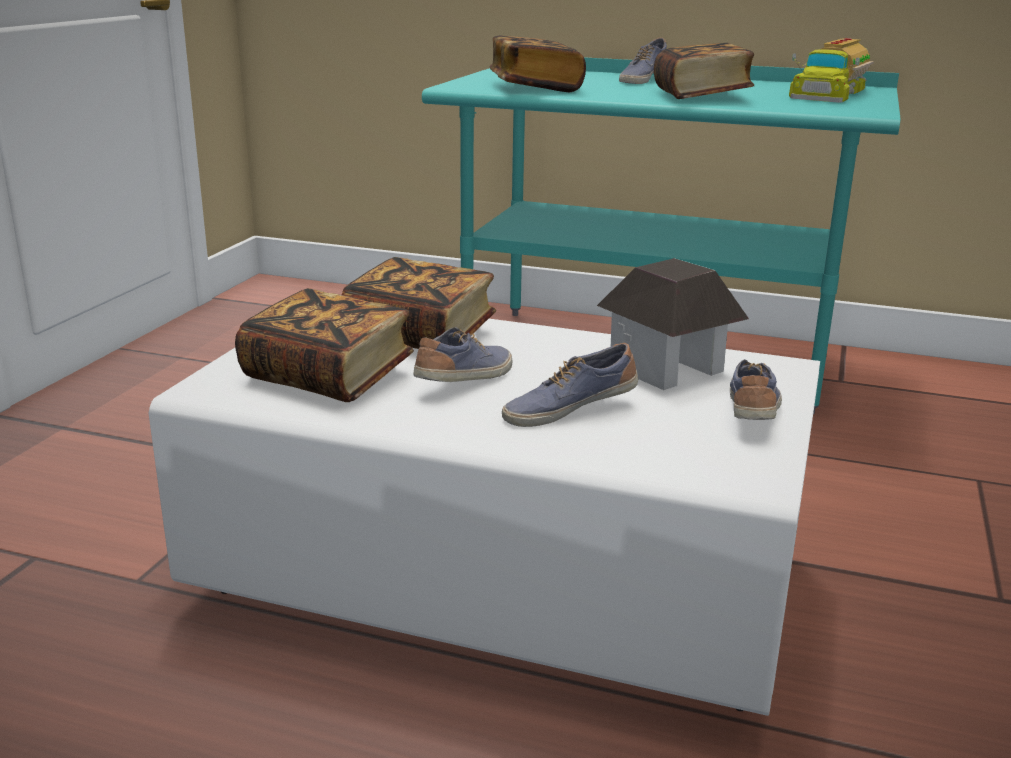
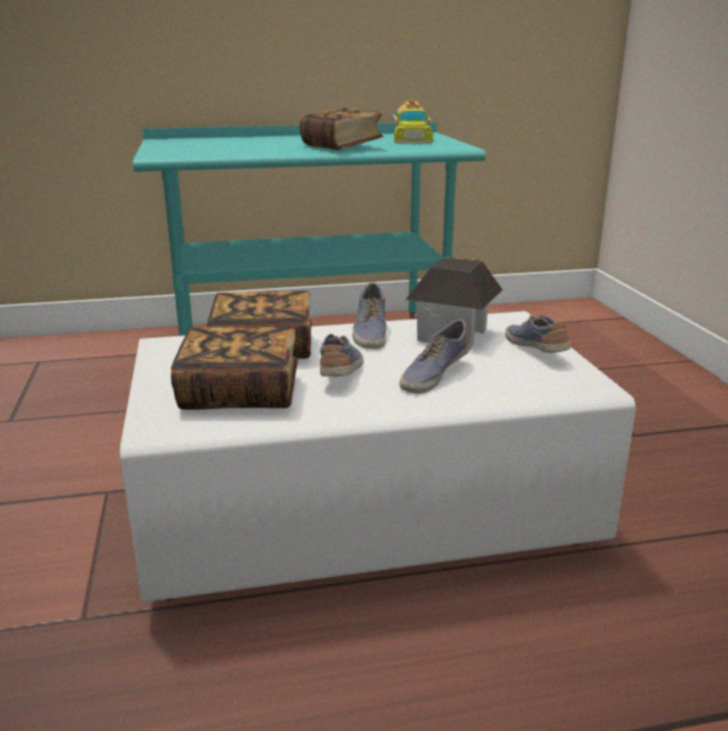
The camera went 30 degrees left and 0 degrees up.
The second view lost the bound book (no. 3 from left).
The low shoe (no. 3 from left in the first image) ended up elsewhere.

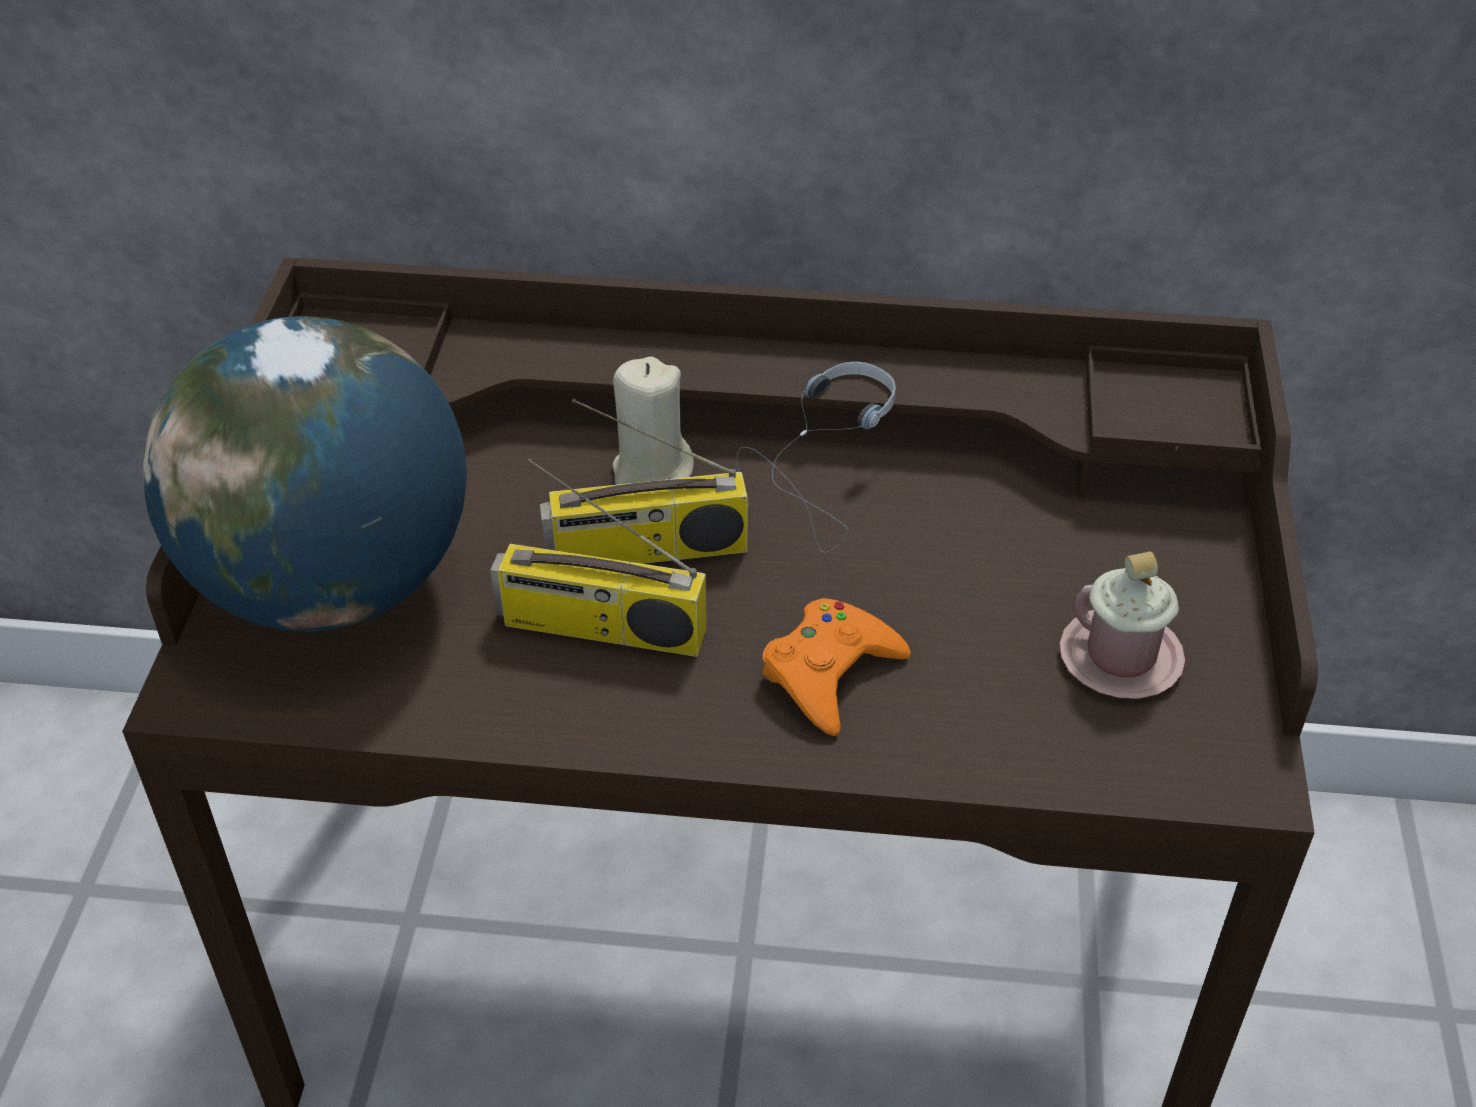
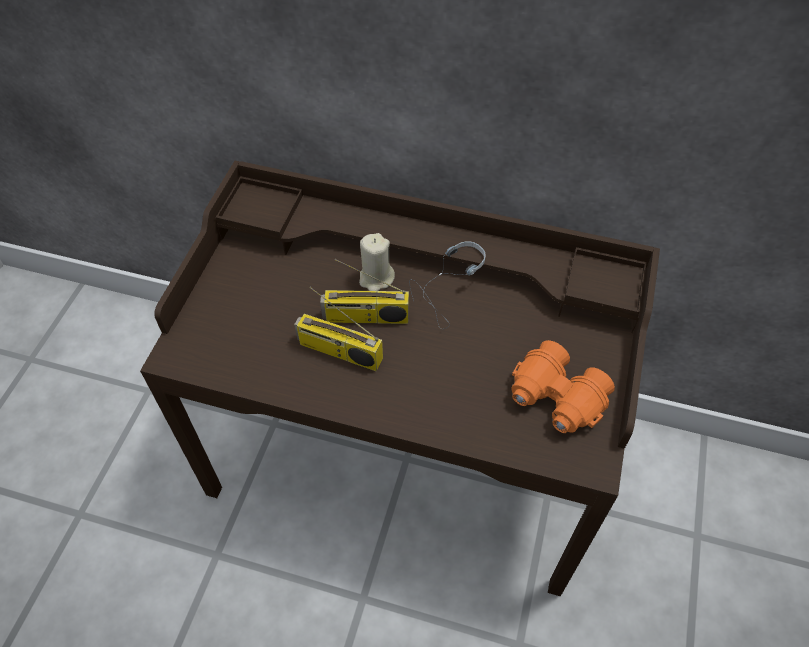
The camera went 10 degrees right and 10 degrees up.
The second view lost the desk globe.
Where the mug in pink stood, the pair of binoculars in orange-coloured came to stand.
The second view lost the gamepad in orange-coloured.

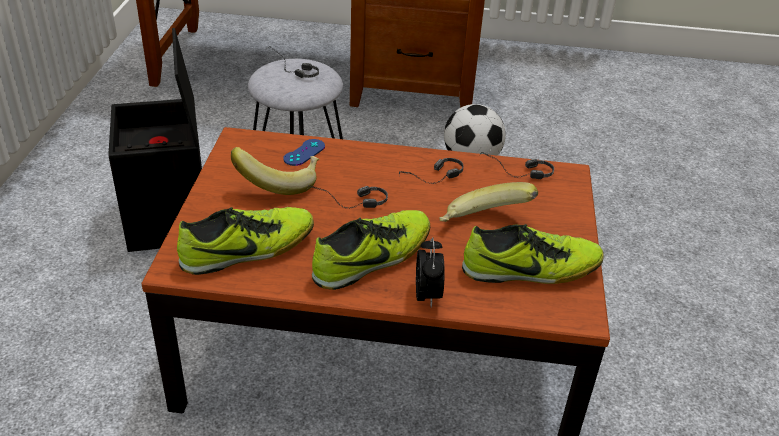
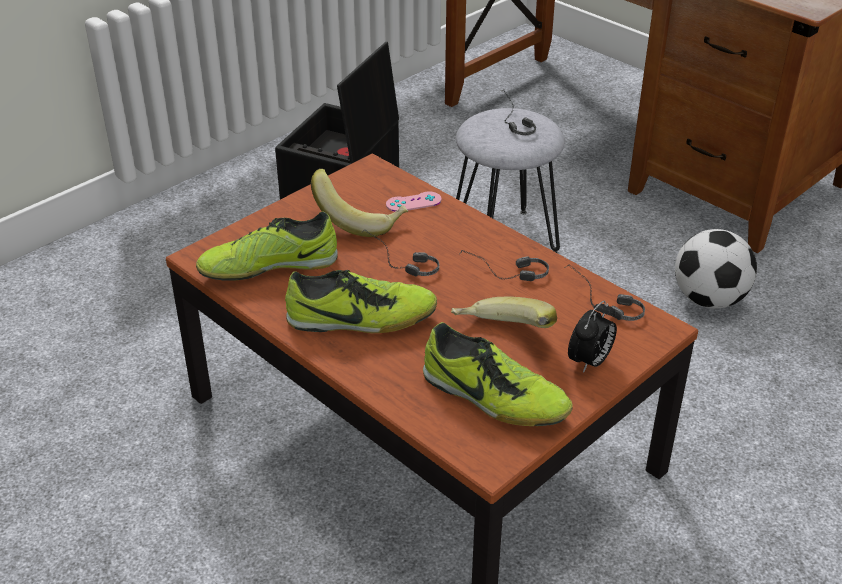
The camera went 40 degrees right and 0 degrees up.
What was the gamepad in blue-coloured turned into the gamepad in pink.
The low shoe (no. 1 from left) ended up facing another way, 150 degrees clockwise from before.
The alarm clock ended up elsewhere.

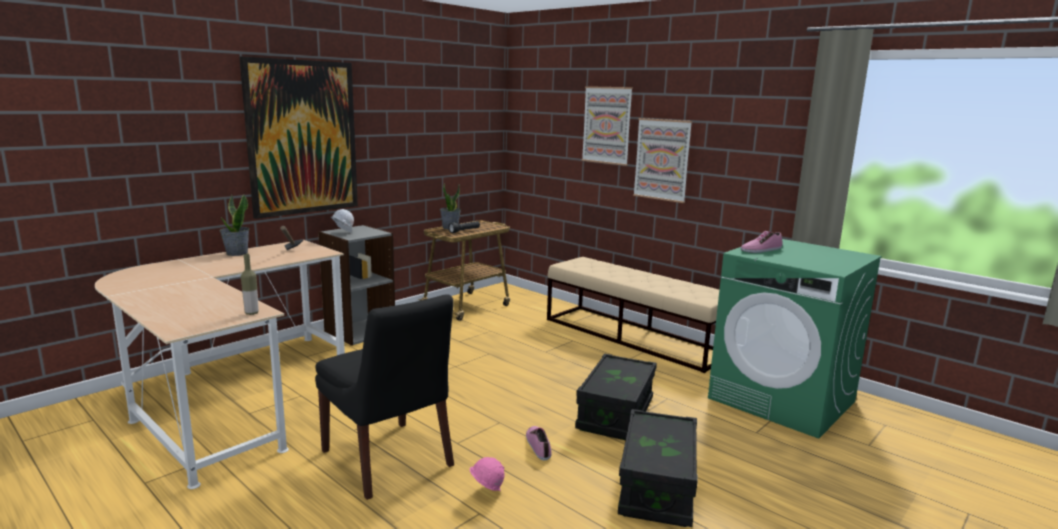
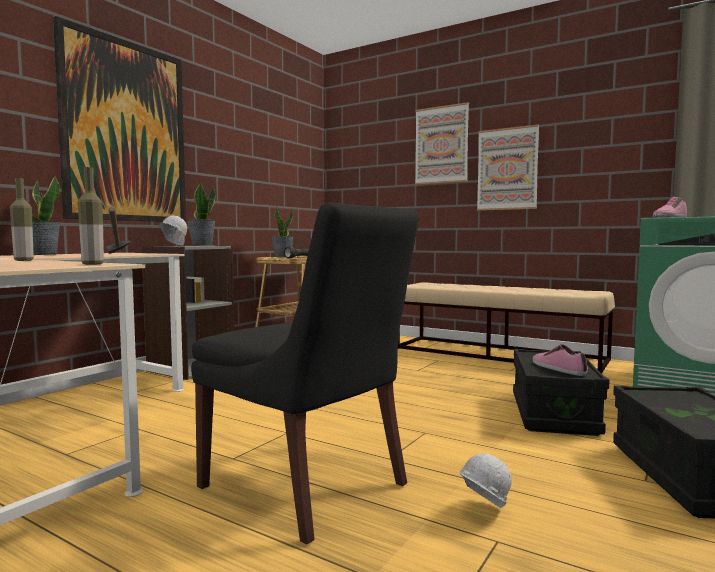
The camera went 10 degrees left and 10 degrees down.
The low shoe (no. 1 from left) ended up elsewhere.
What was the hard hat in pink turned into the hard hat in whitish (no. 2 from left).
The second view gained the bottle (no. 1 from left).
The second view gained the houseplant (no. 2 from left).

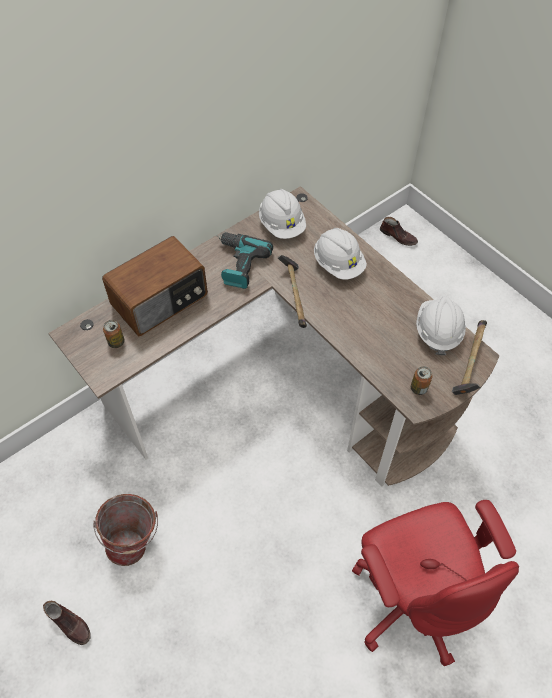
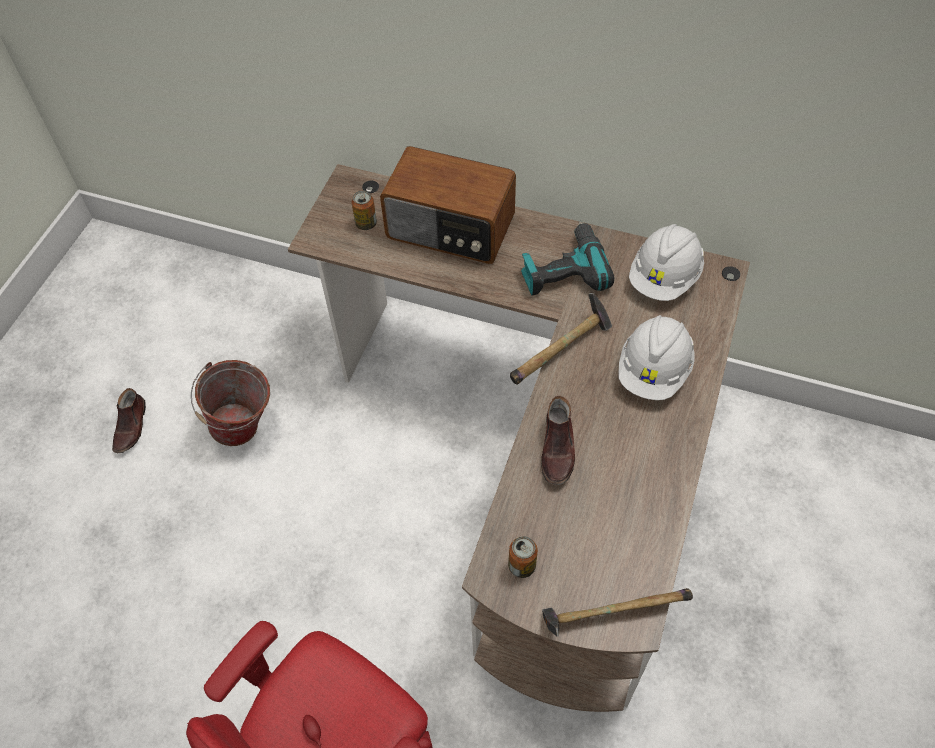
The camera went 60 degrees right and 0 degrees up.
The low shoe in brownish (no. 2 from left) ended up elsewhere.
The second view lost the hard hat in whitish (no. 3 from left).

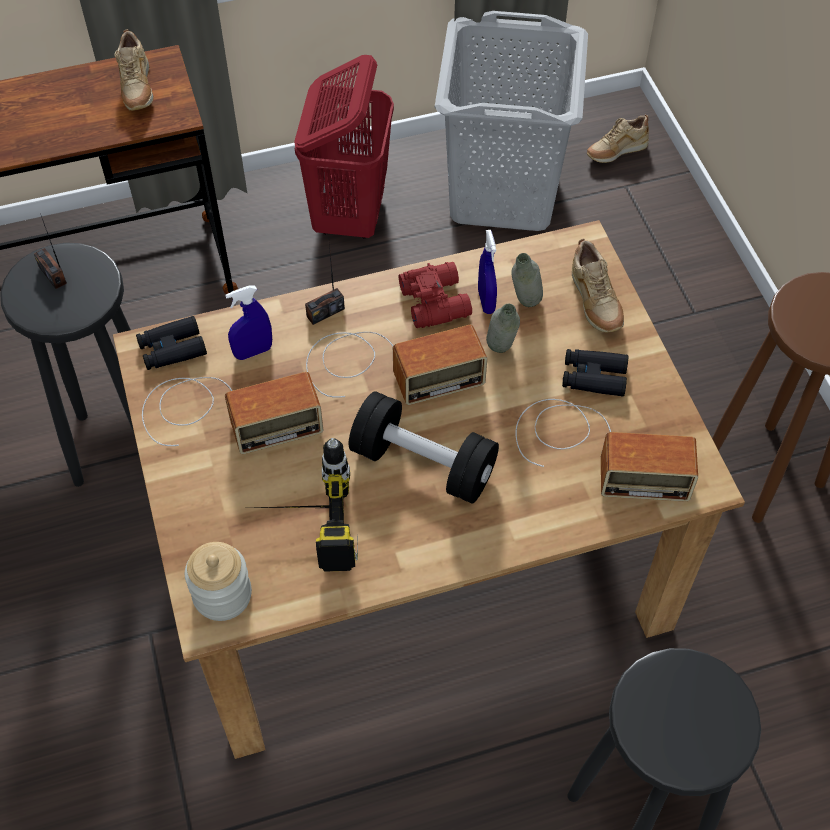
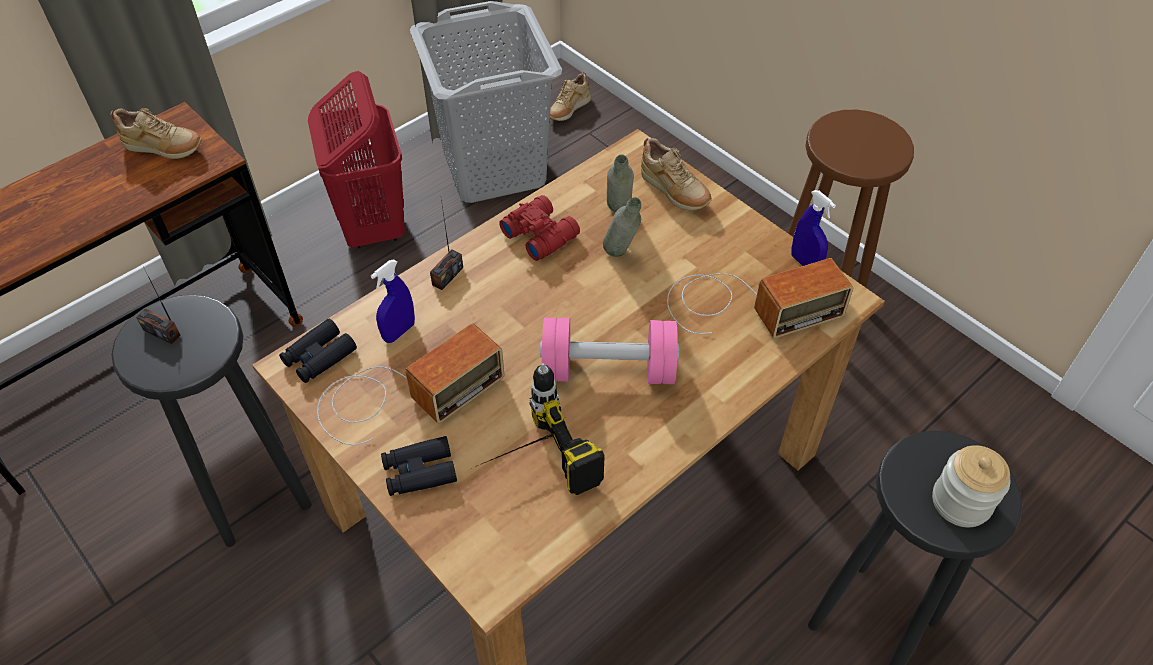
The camera went 25 degrees left and 5 degrees down.
The low shoe in sand-coloured (no. 1 from left) ended up facing another way, 45 degrees counterclockwise from before.
The sprayer in blue-coloured (no. 2 from left) ended up elsewhere.
The second view lost the radio set (no. 4 from left).
The pair of binoculars in blackish (no. 2 from left) ended up elsewhere.
What was the free weight in blackish turned into the free weight in pink.
The storage jar ended up elsewhere.

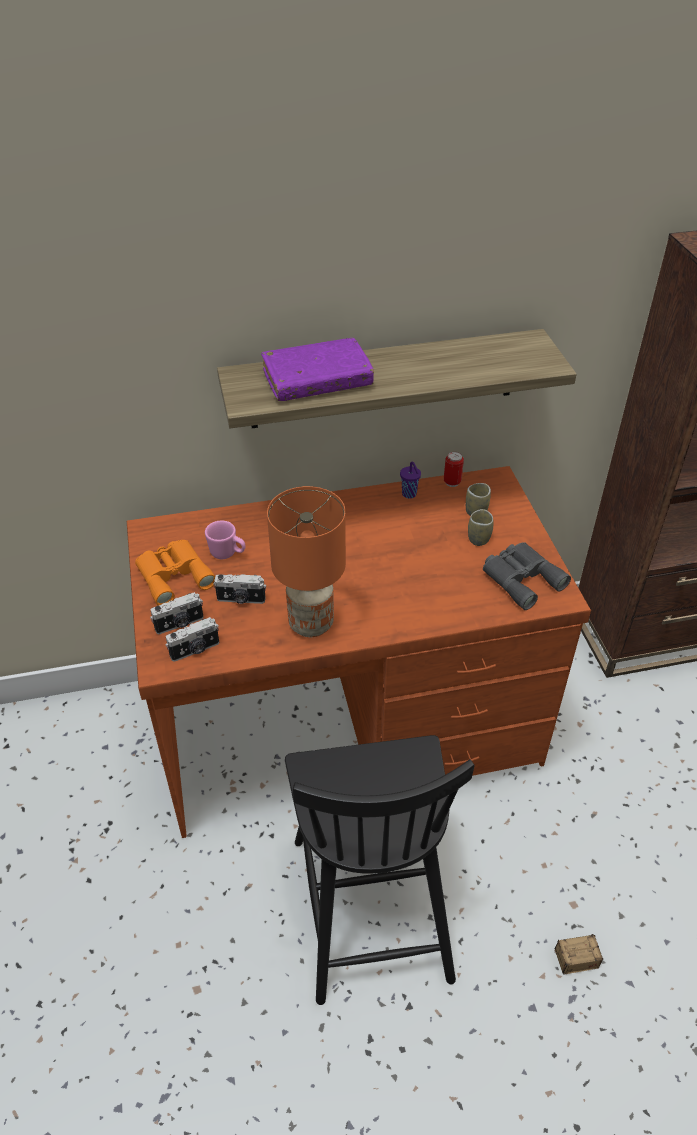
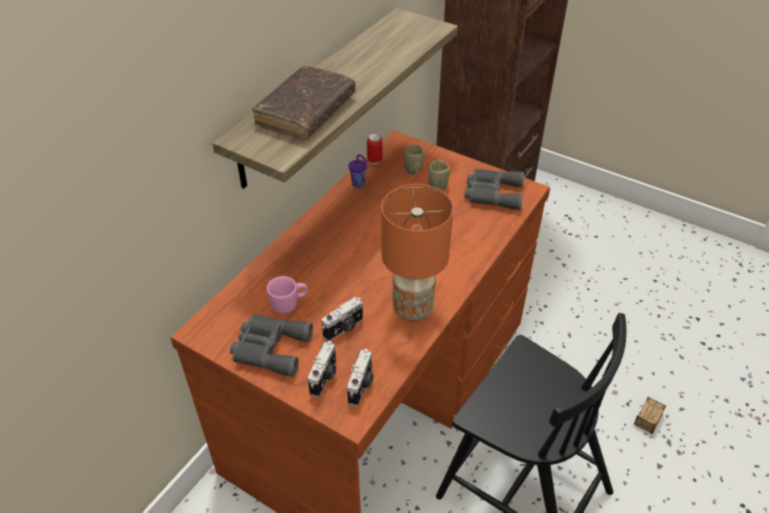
The camera went 45 degrees left and 0 degrees up.
What was the bound book in purple turned into the bound book in brownish.
What was the pair of binoculars in orange-coloured turned into the pair of binoculars in gray (no. 1 from left).

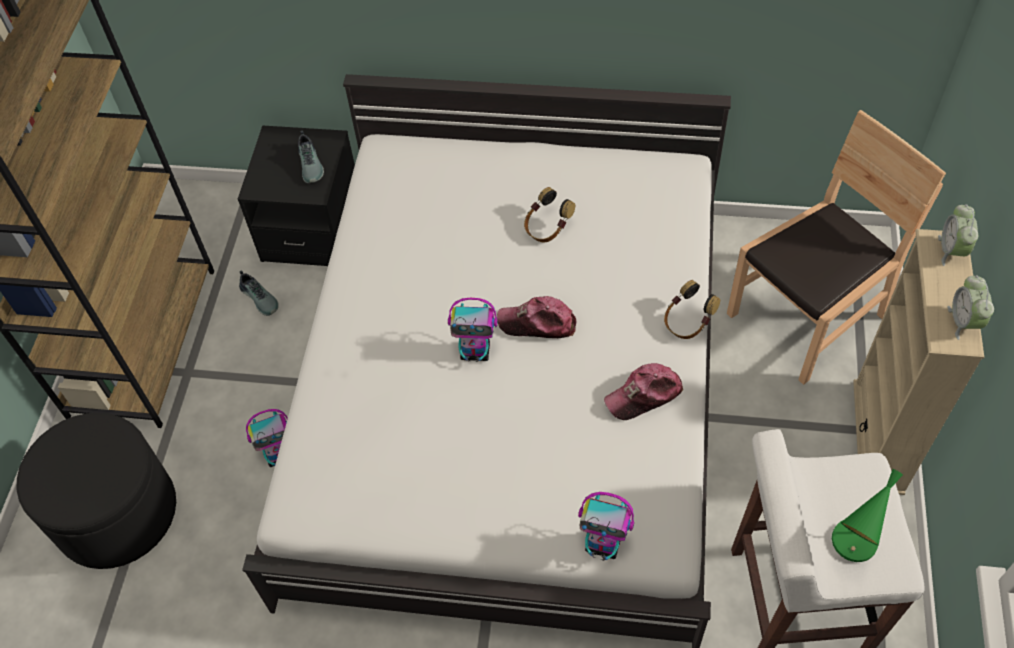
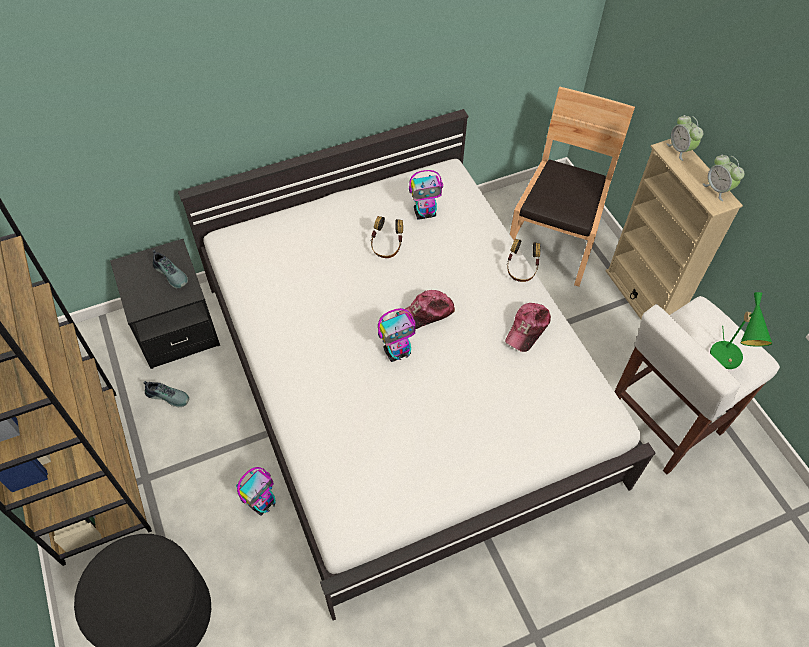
The camera went 35 degrees left and 0 degrees up.
The toy robot (no. 3 from left) ended up elsewhere.

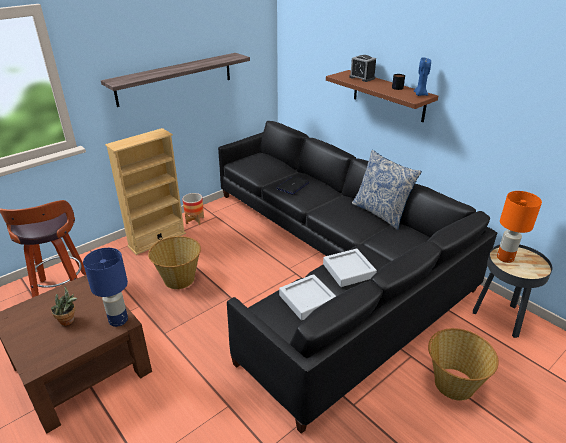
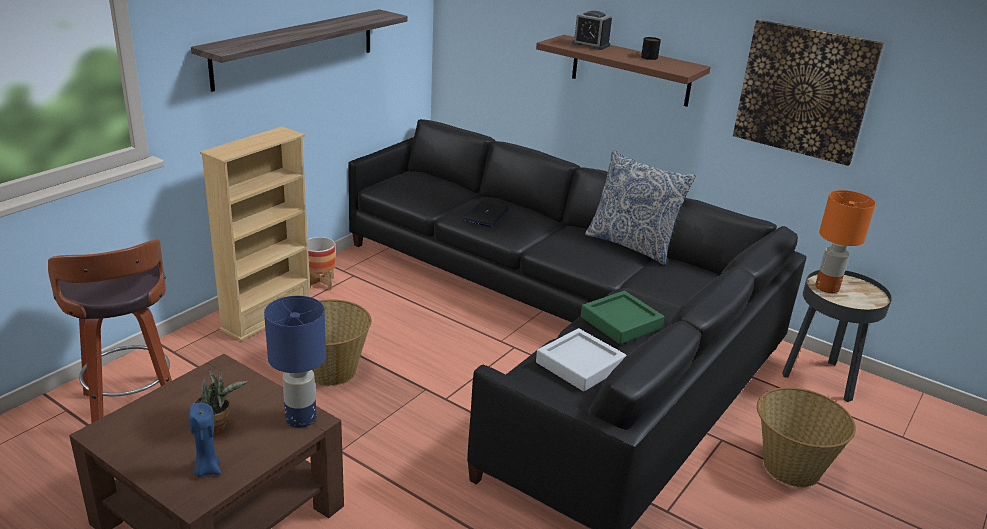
The camera went 15 degrees left and 5 degrees down.
The wax light in blue-coloured ended up elsewhere.
What was the carrying tray in gray (no. 2 from left) turned into the carrying tray in greenish.
The second view gained the wall picture.

